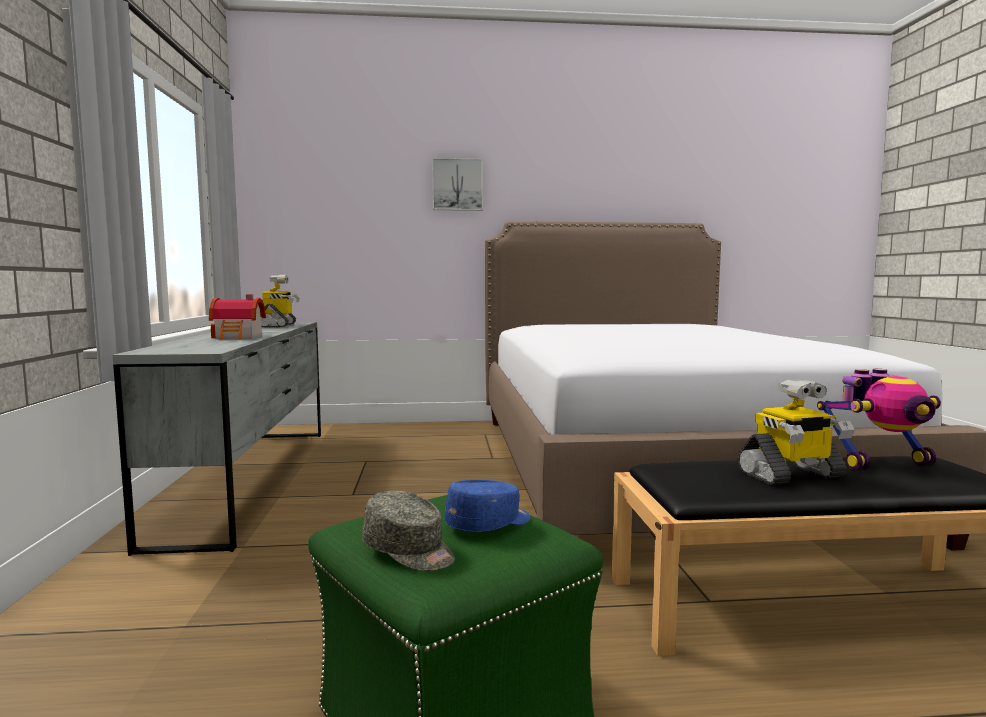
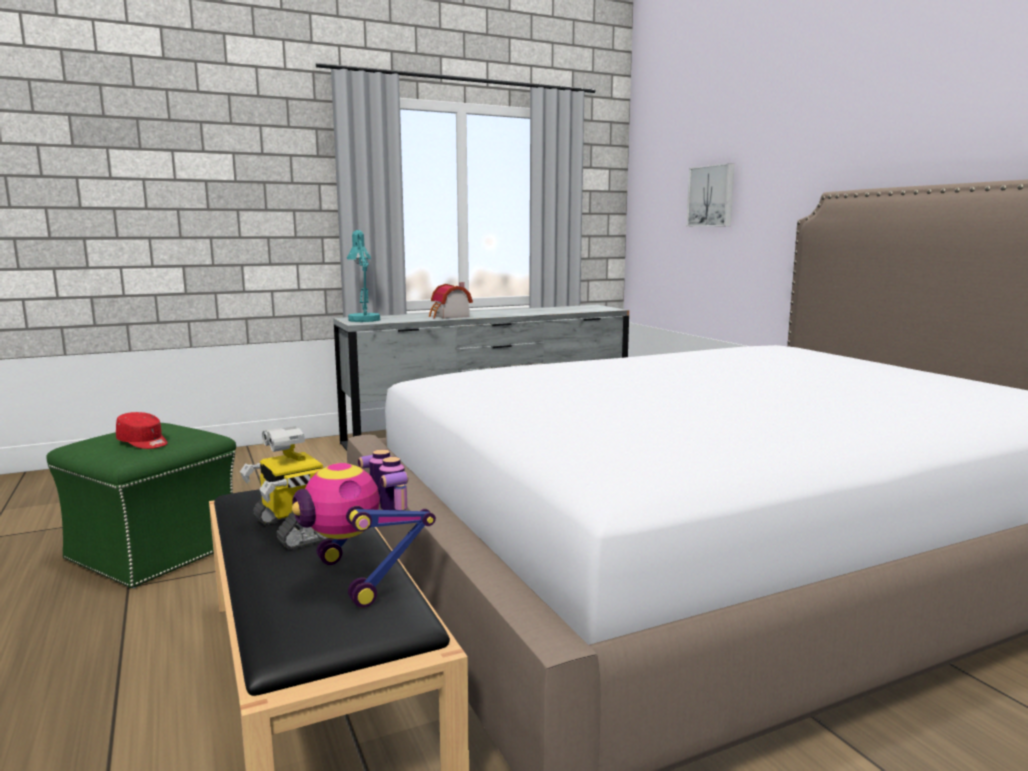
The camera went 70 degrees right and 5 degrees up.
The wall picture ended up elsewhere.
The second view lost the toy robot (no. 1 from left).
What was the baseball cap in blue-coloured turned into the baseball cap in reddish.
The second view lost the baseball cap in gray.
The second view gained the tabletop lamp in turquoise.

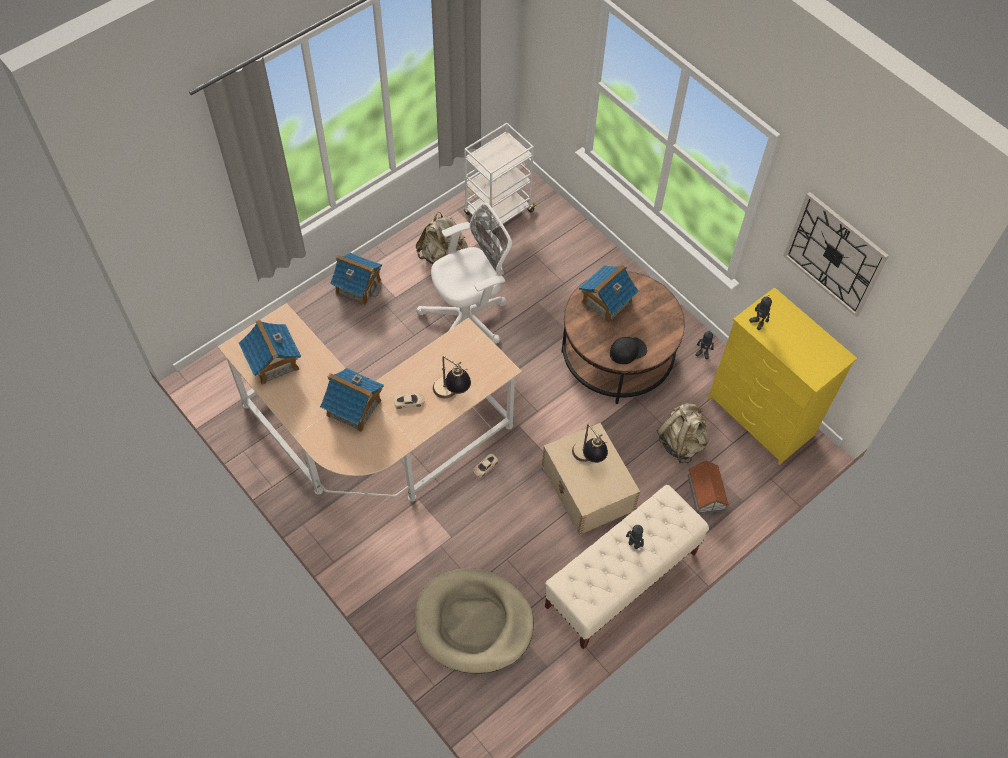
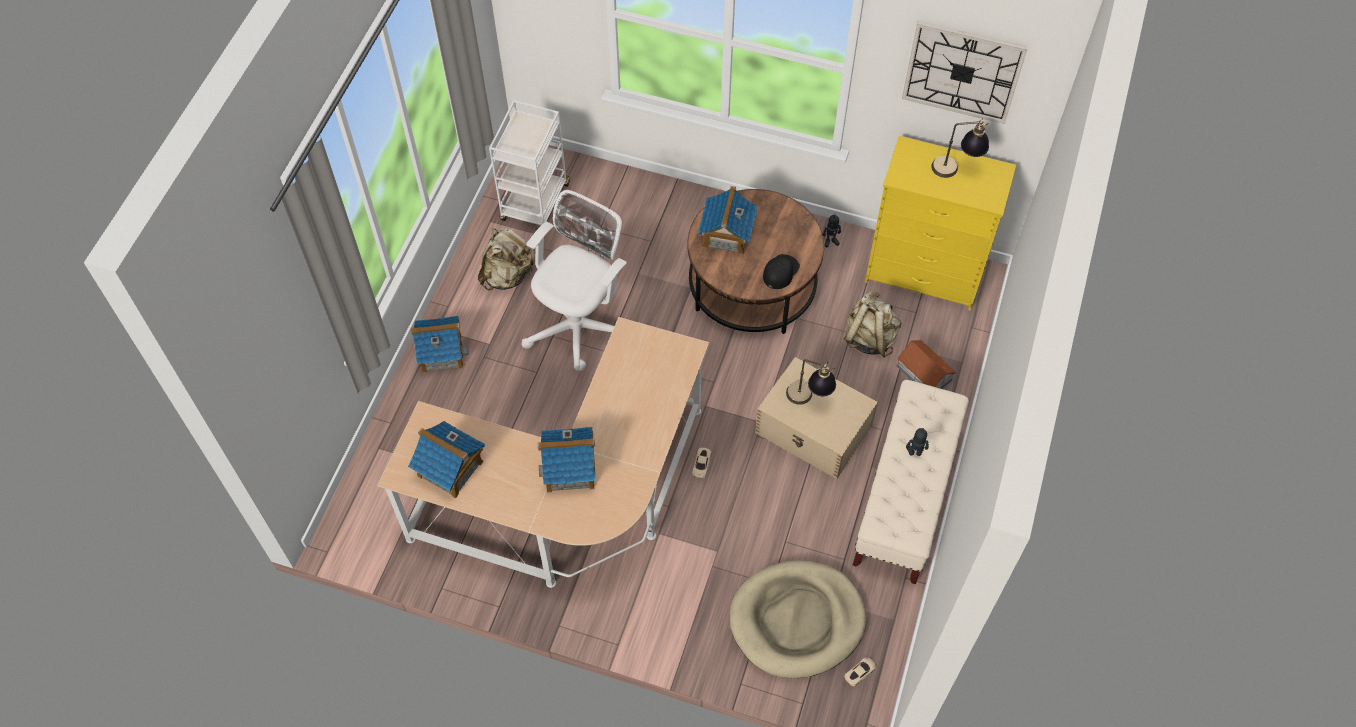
The camera went 30 degrees left and 0 degrees up.
The second view lost the toy robot (no. 3 from left).
The tabletop lamp (no. 1 from left in the first image) ended up elsewhere.
The toy car in sand-coloured (no. 1 from left in the first image) ended up elsewhere.

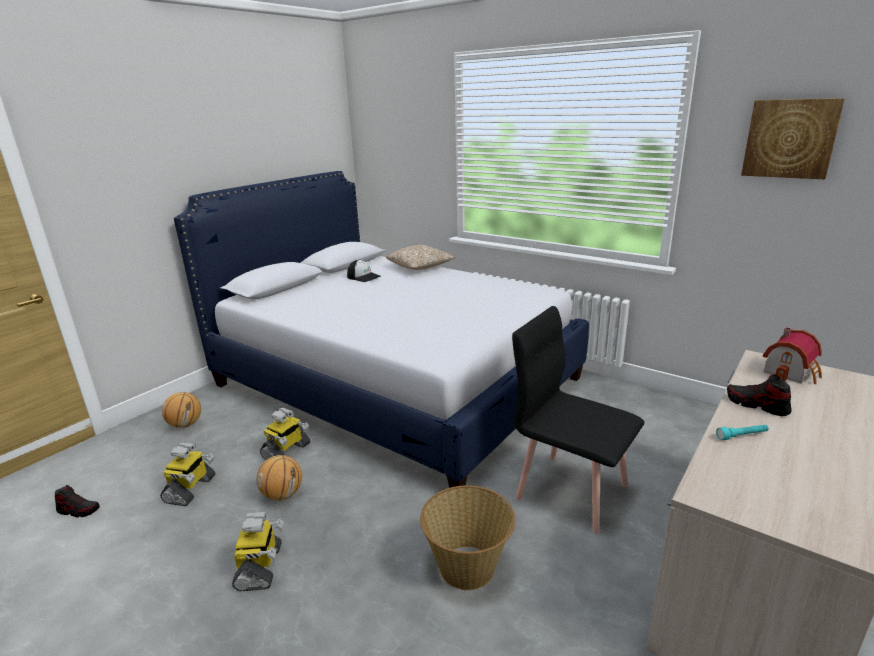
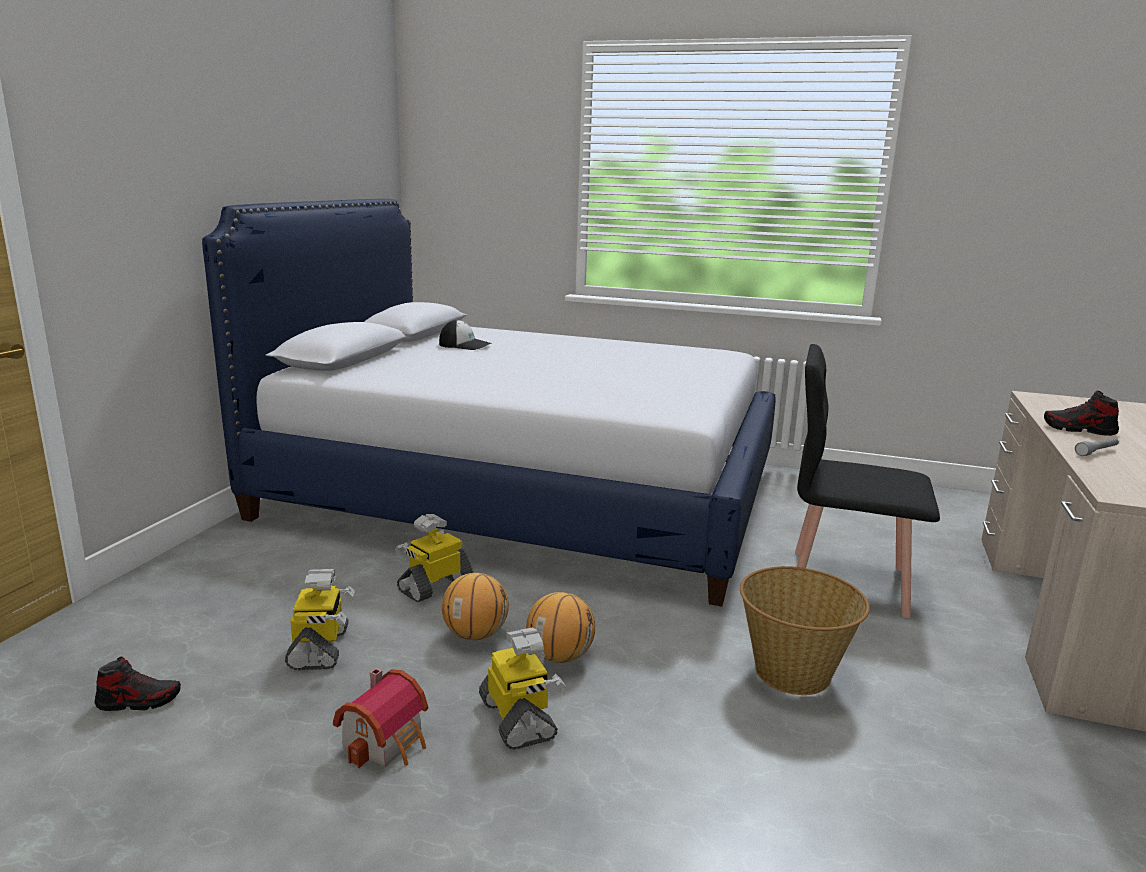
The camera went 20 degrees left and 5 degrees down.
The second view lost the wall picture.
The second view lost the throw pillow.
The miniature house ended up elsewhere.
The basketball ball (no. 1 from left in the first image) ended up elsewhere.
The toy robot (no. 3 from left in the first image) ended up facing another way, 150 degrees counterclockwise from before.
What was the flashlight in turquoise turned into the flashlight in gray.

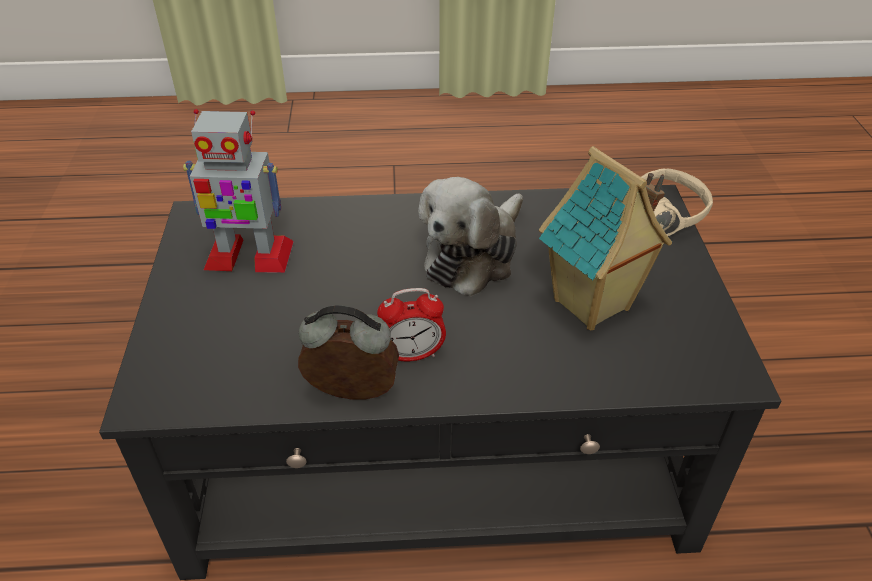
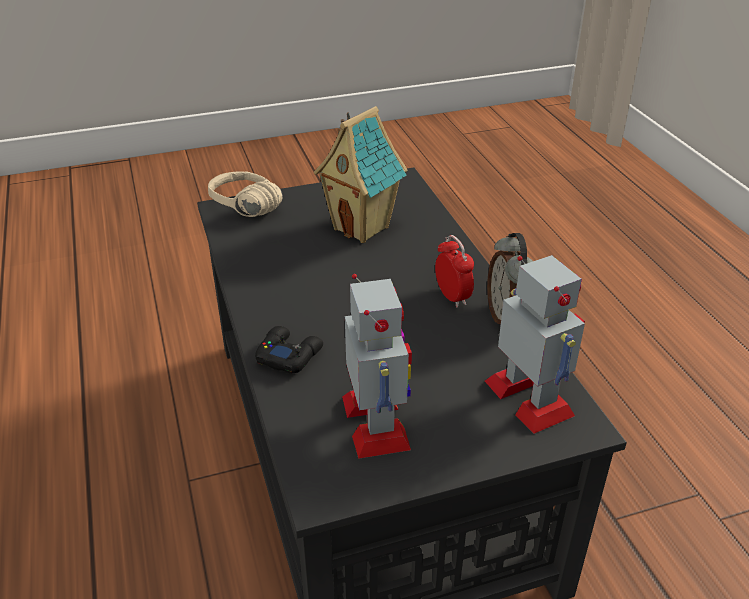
The camera went 105 degrees left and 5 degrees down.
The second view lost the plush toy.
The second view gained the toy robot (no. 2 from left).
The second view gained the gamepad in blackish.

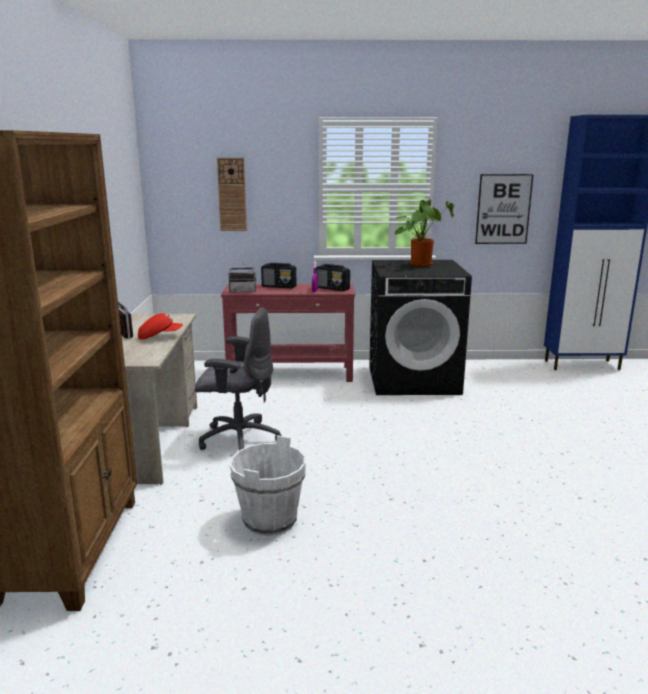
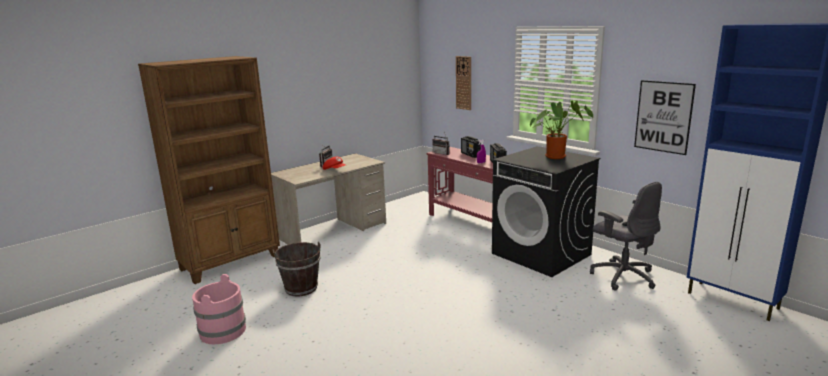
The camera went 50 degrees right and 0 degrees up.
The office chair in gray ended up elsewhere.
What was the bucket in whitish turned into the bucket in brownish.
The second view gained the bucket in pink.

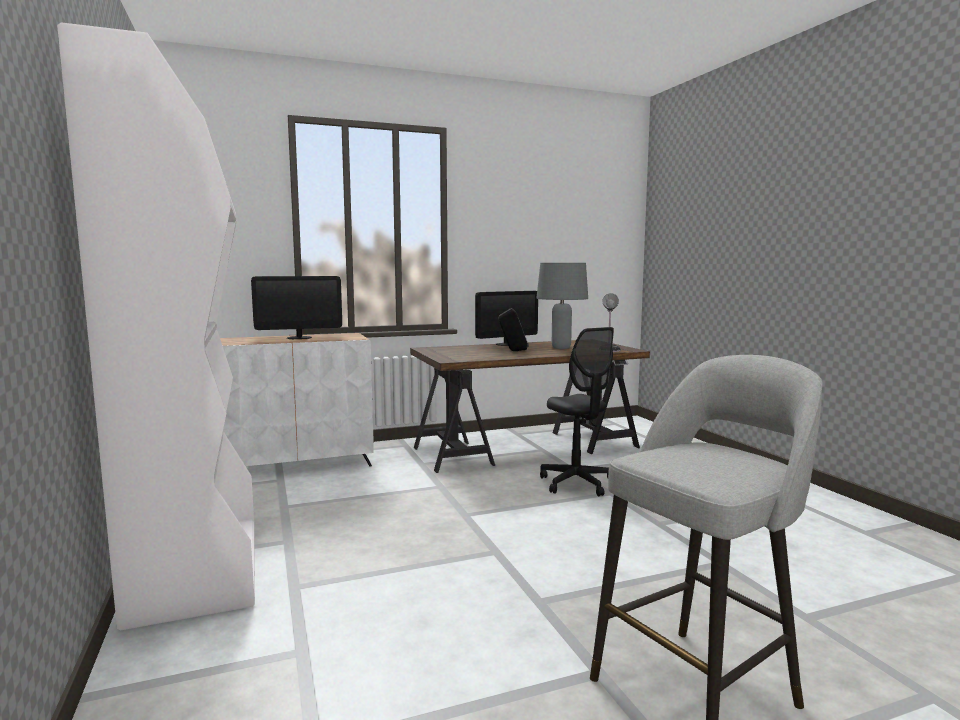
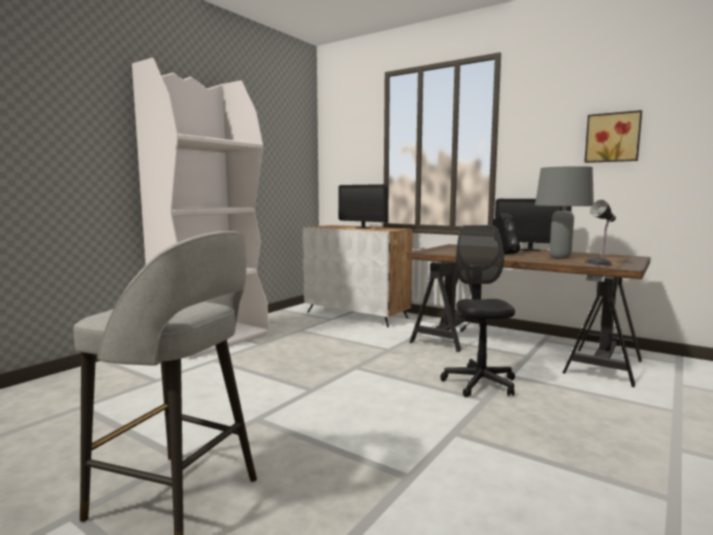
The camera went 55 degrees right and 0 degrees up.
The office chair in blackish ended up facing another way, 150 degrees clockwise from before.
The second view gained the wall picture.

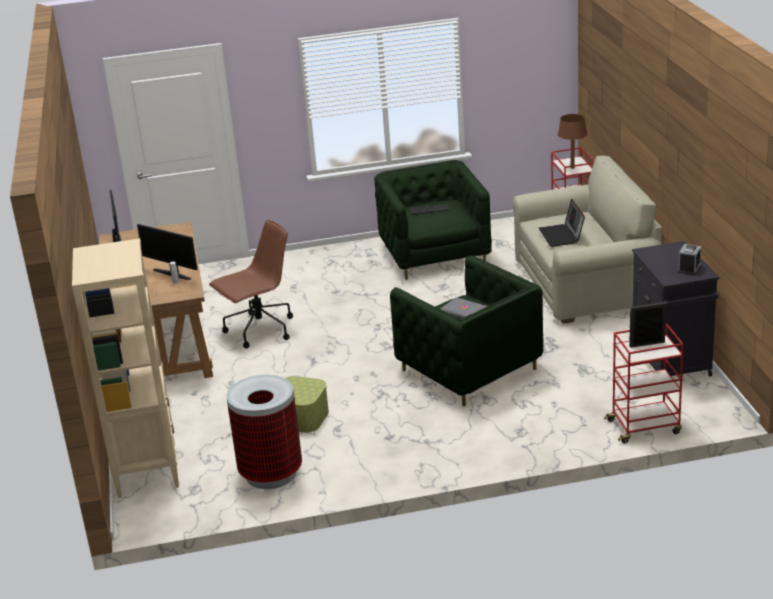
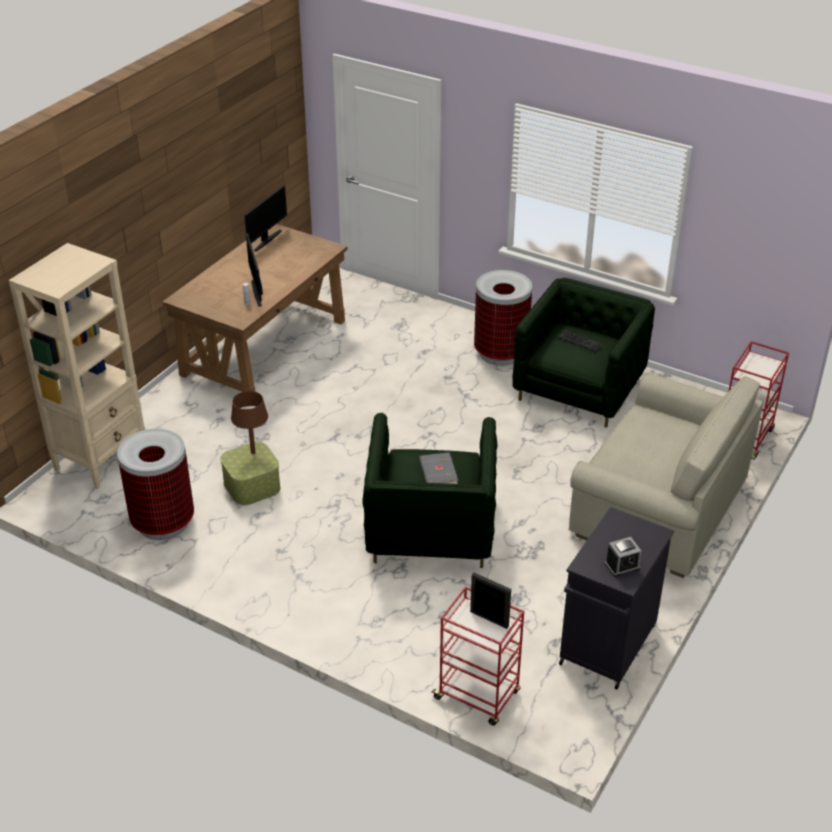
The camera went 40 degrees right and 10 degrees up.
The tabletop lamp in brownish ended up elsewhere.
The second view lost the notebook computer.
The second view lost the office chair in brownish.
The second view gained the waste bin (no. 2 from left).

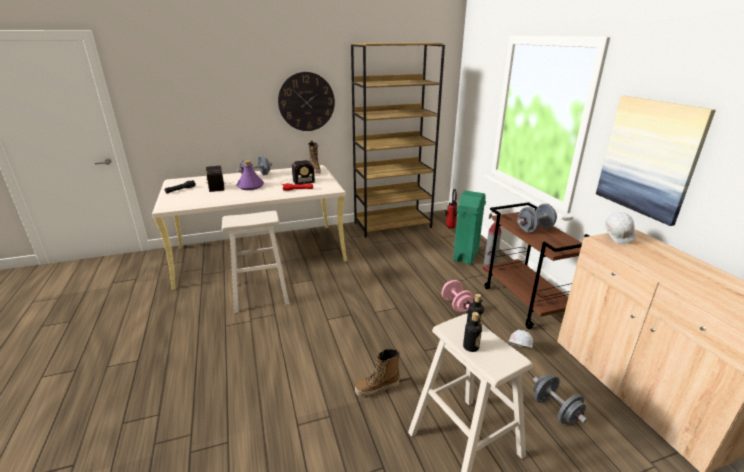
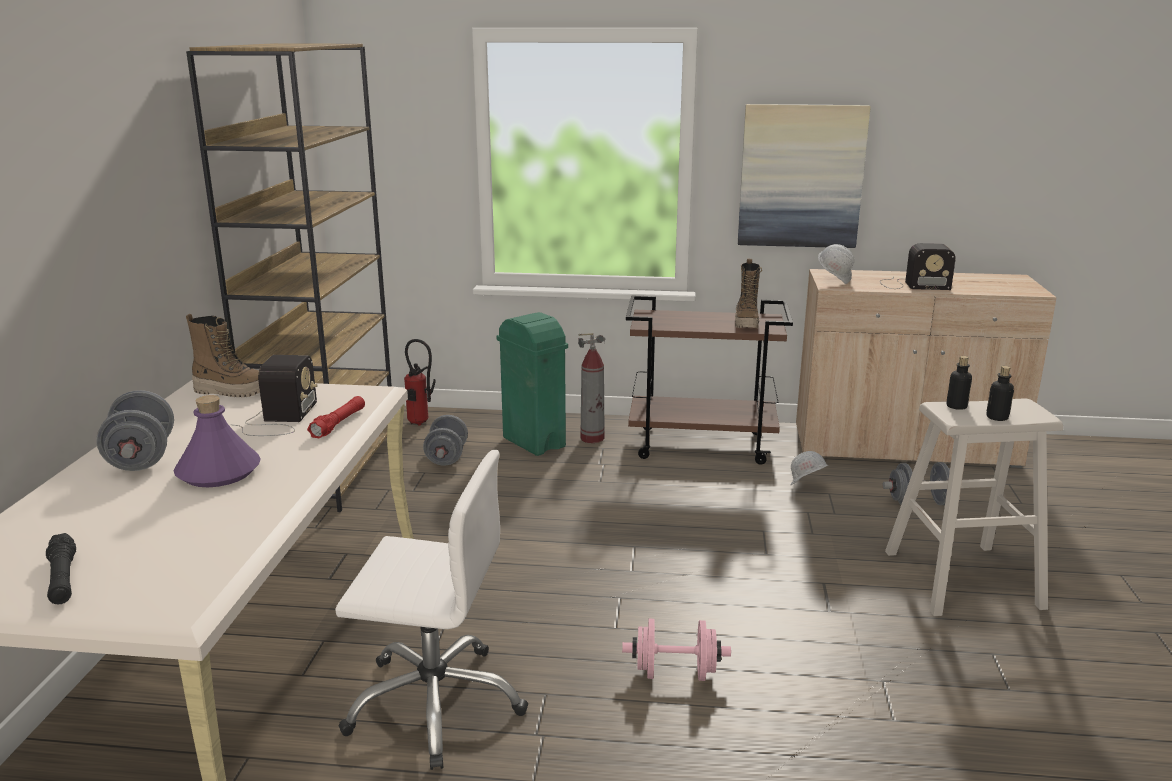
The camera went 65 degrees left and 5 degrees down.
The second view lost the clock on the wall.
The radio set (no. 1 from left in the first image) ended up elsewhere.
The free weight in gray (no. 2 from left) ended up elsewhere.
Where the sitting stool in sand-coloured (no. 1 from left) stood, the office chair in whitish came to stand.
The free weight in pink ended up elsewhere.
The boot (no. 2 from left) ended up elsewhere.

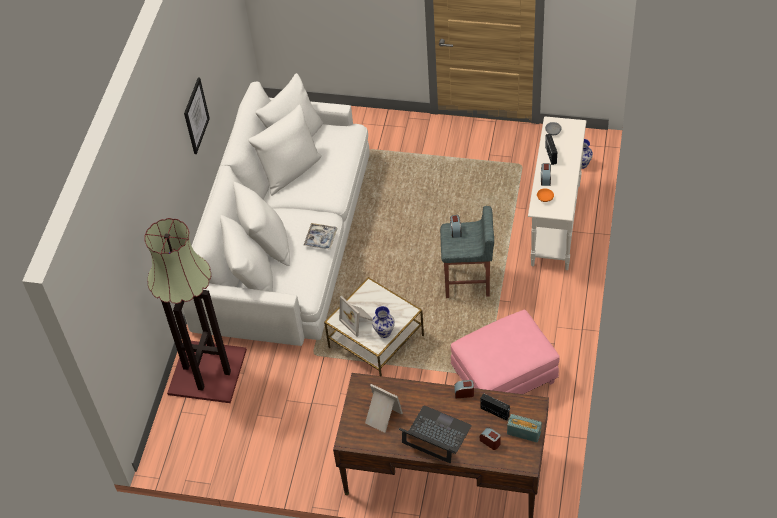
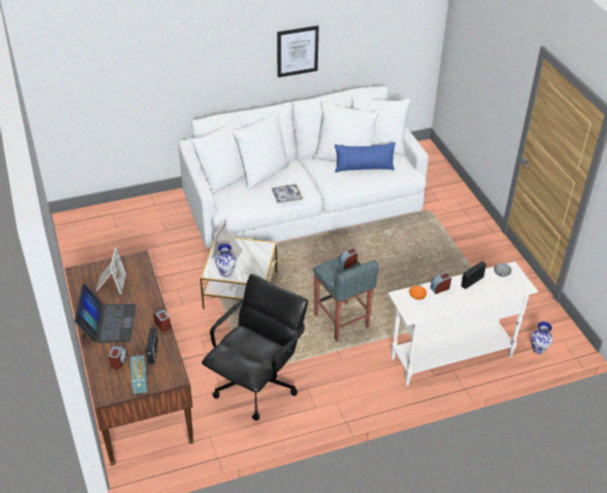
The camera went 55 degrees right and 10 degrees down.
The second view lost the floor lamp.
Where the pouffe in pink stood, the office chair in blackish came to stand.
The second view gained the throw pillow in blue-coloured.

